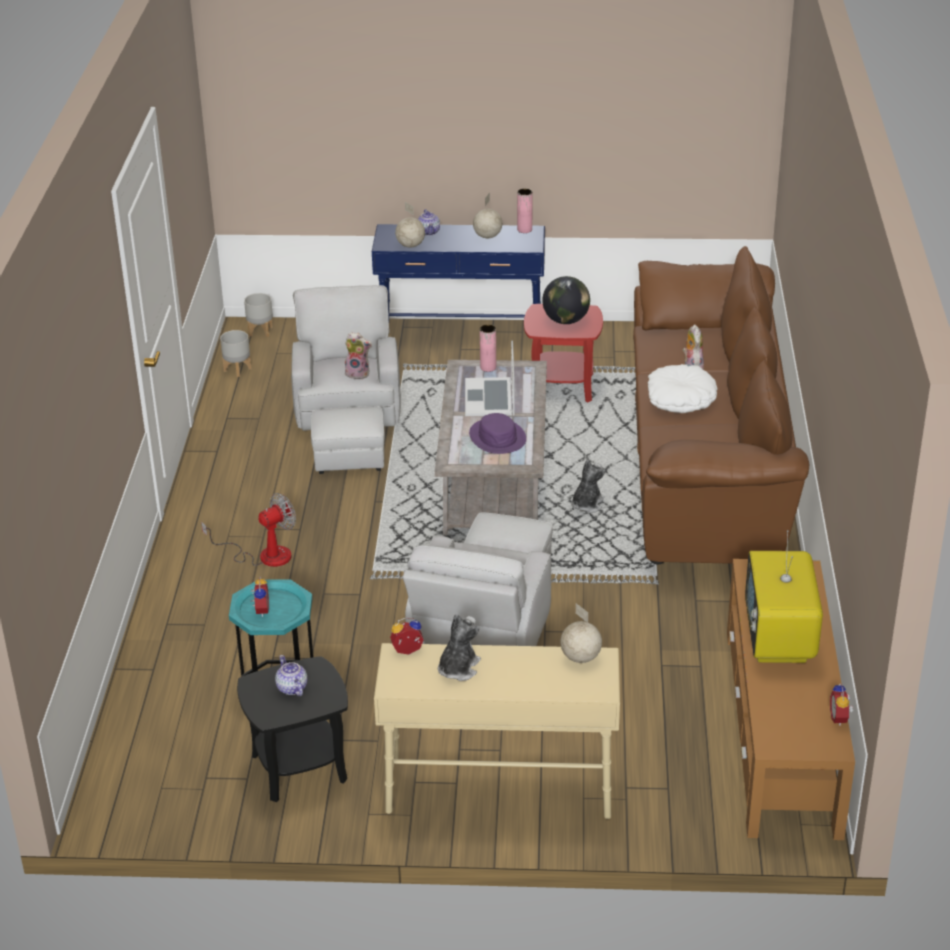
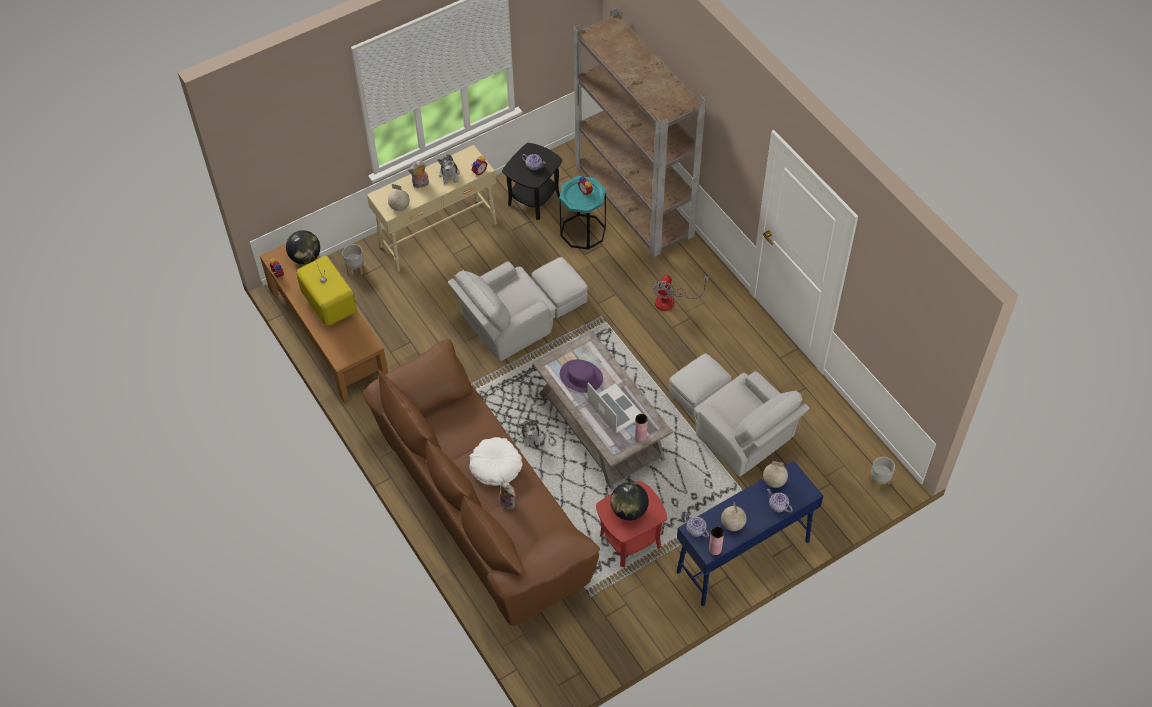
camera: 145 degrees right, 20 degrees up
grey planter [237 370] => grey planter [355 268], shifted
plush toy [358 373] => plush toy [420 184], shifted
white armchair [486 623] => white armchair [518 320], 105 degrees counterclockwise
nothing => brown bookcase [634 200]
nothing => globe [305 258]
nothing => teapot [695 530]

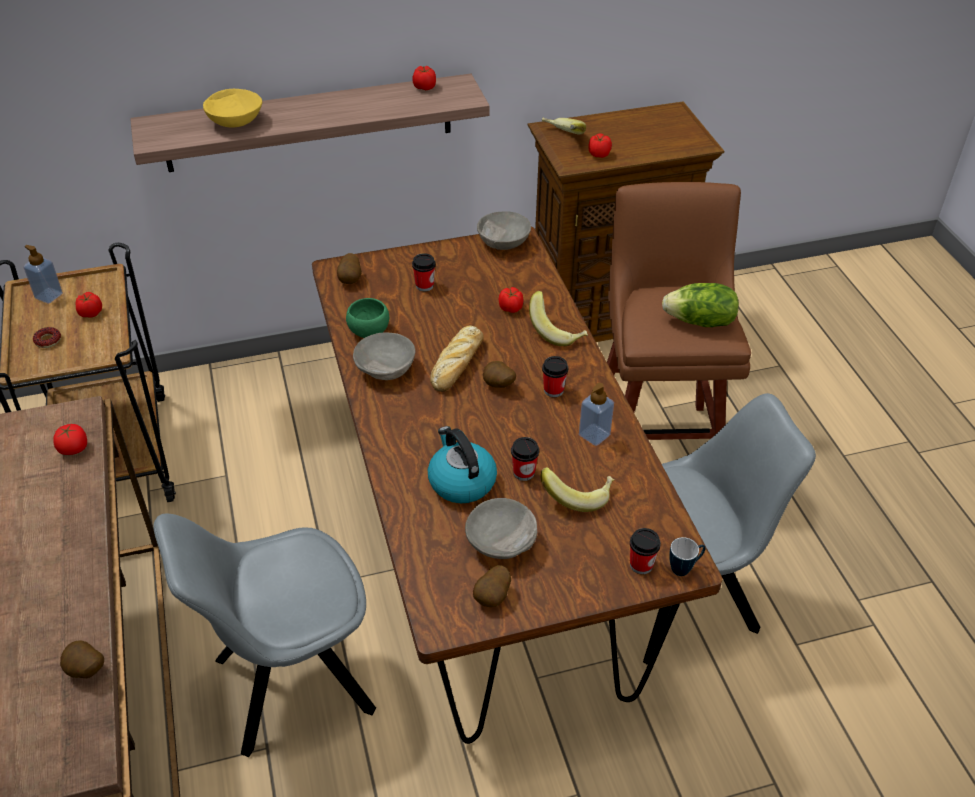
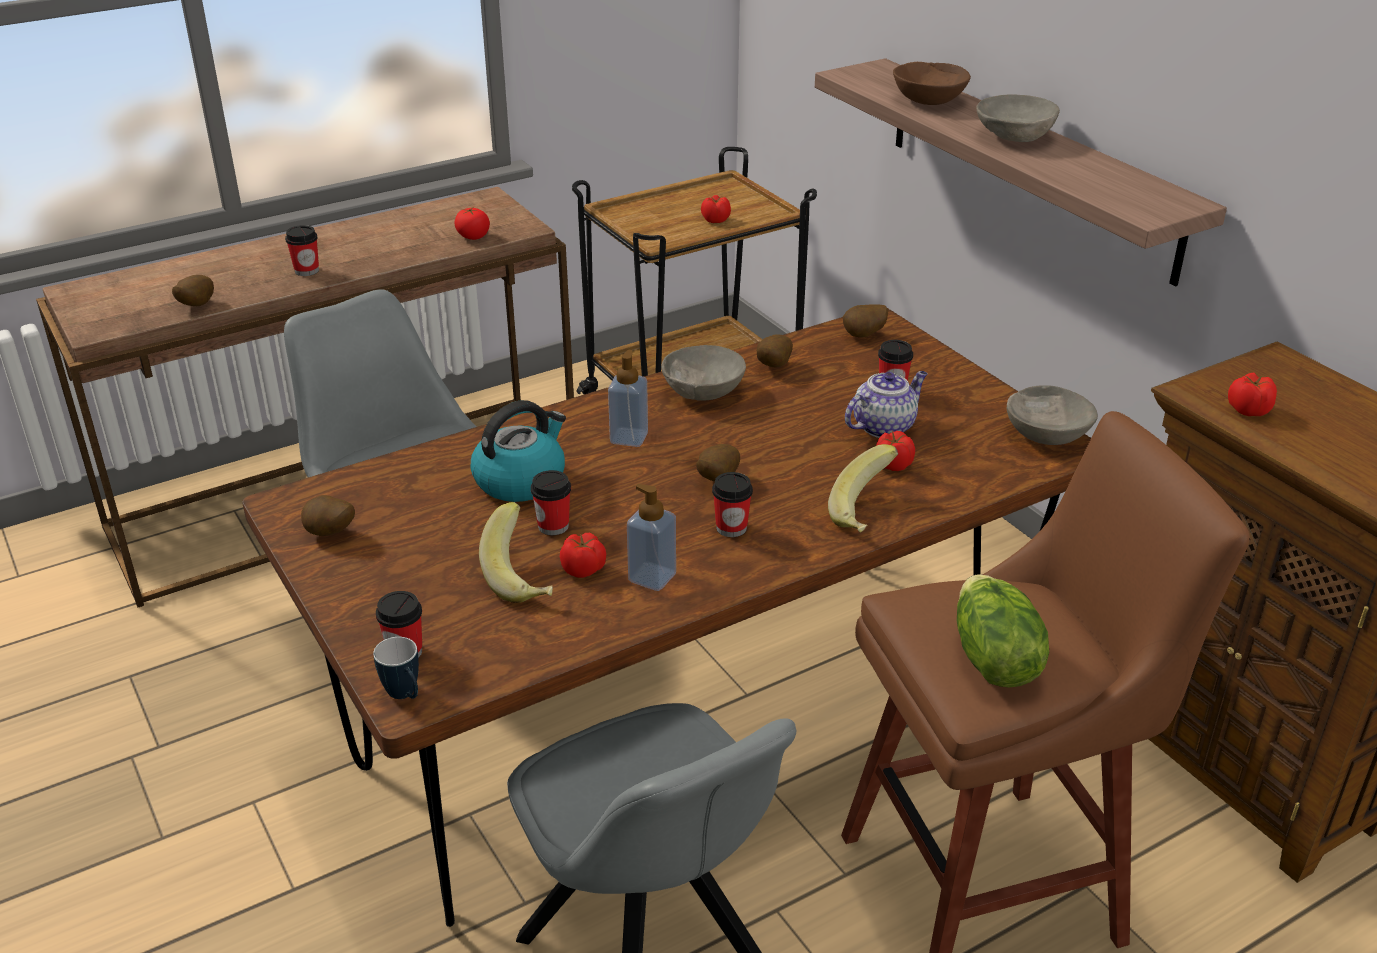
camera: 75 degrees right, 10 degrees down
tomato [425 87] => tomato [584 569], shifted
yellow bowl [235 122] => brown bowl [927 101]
banana [561 137] => nothing
soap dispenser [49 296] => soap dispenser [629 438], shifted
green bowl [368 330] => potato [772 367]
bread [457 364] => nothing
donut [48 340] => nothing
grey bowl [501 542] => grey bowl [1015 137], shifted
nothing => cup [306 270]
nothing => teapot [884 426]

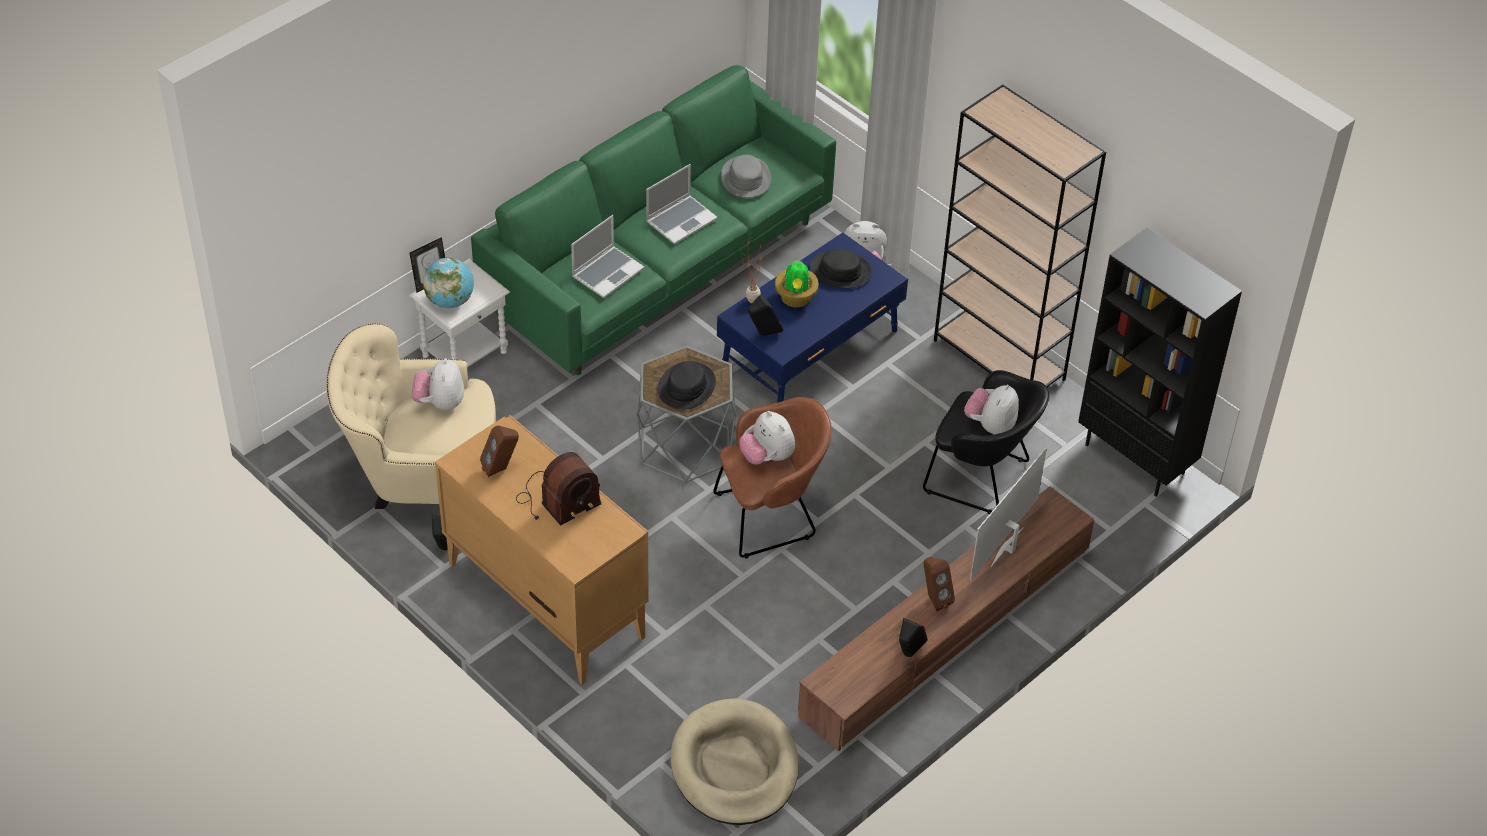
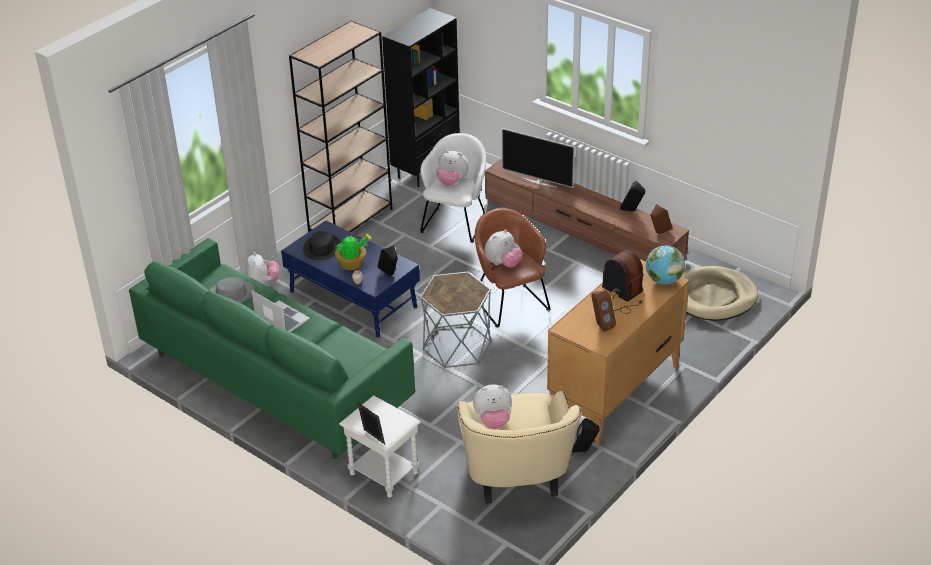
camera: 95 degrees left, 10 degrees down
laptop [607 272] => nothing
globe [450 301] => globe [663 280], shifted
black hat [686 387] => nothing
black armchair [981 478] => white armchair [455 222]
brown speaker [934 598] => brown speaker [658 233], shifted

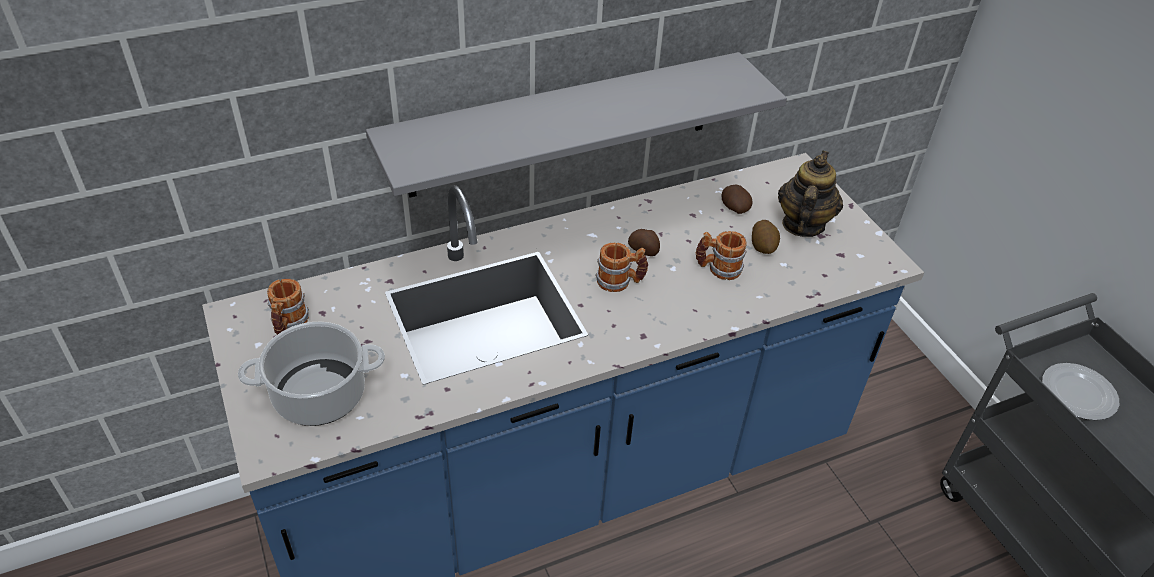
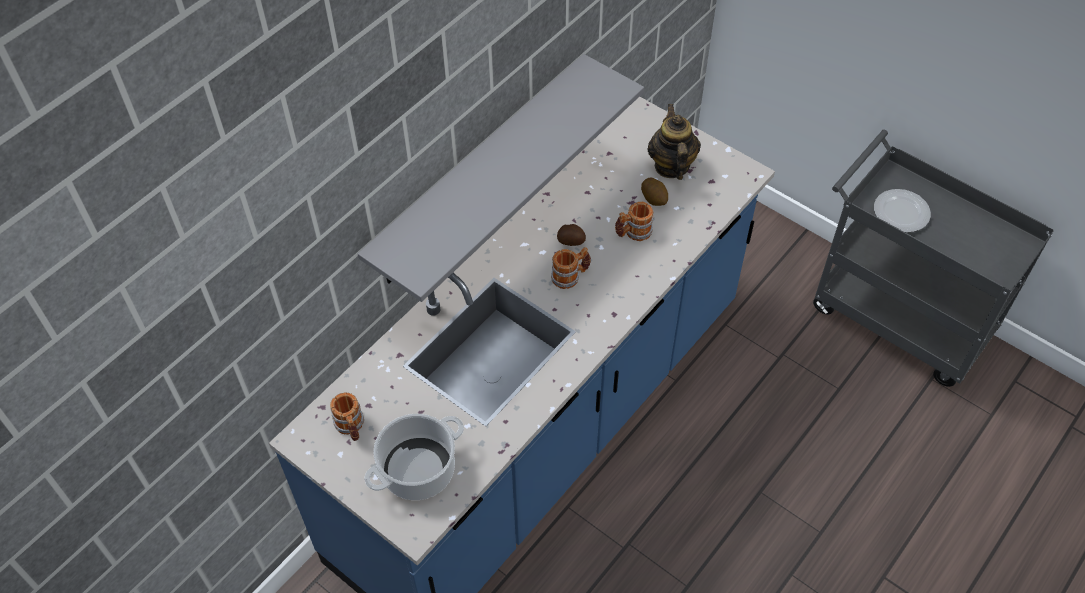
camera: 25 degrees left, 10 degrees up
potato [734 208] => nothing

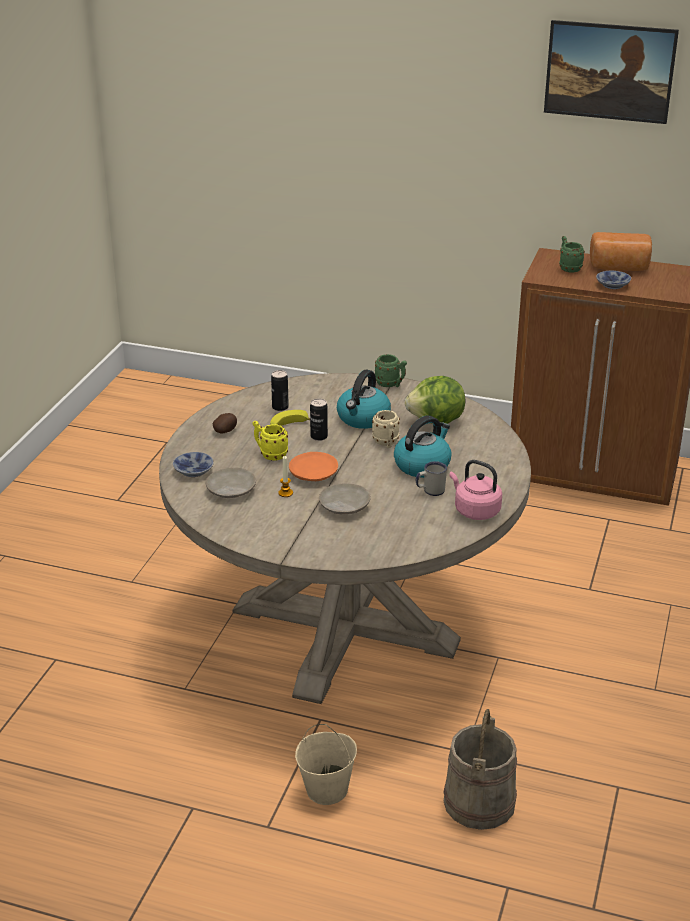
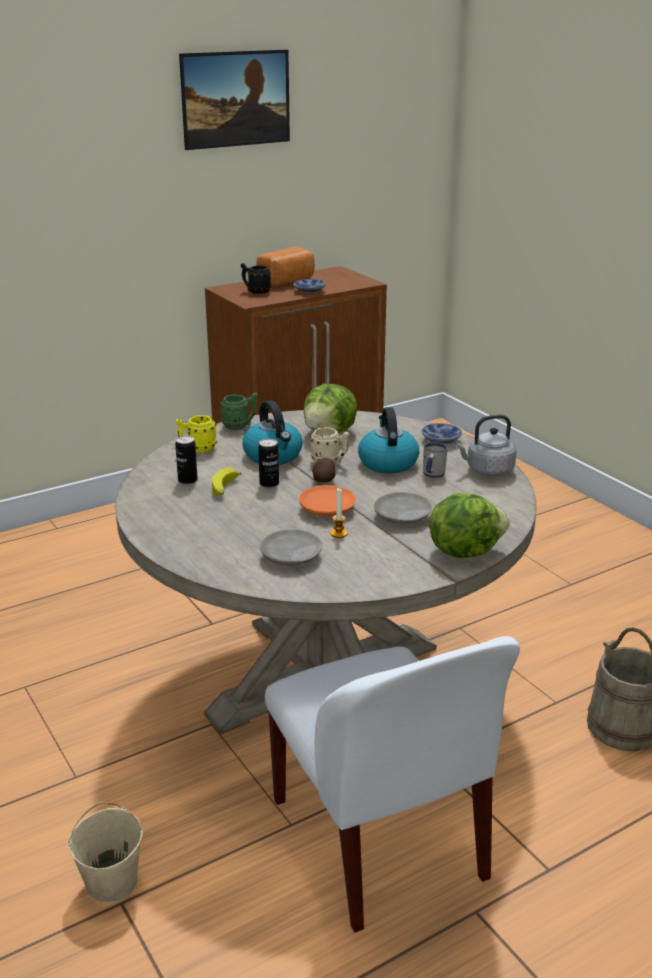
camera: 50 degrees left, 5 degrees down
green mug [568 268] => black mug [255 291]
potato [225 431] => potato [324 480], shifted
yellow mug [270 454] => yellow mug [197 449], shifted
bowl [192 471] => bowl [442 441], shifted
pink kettle [475 510] => grey kettle [487 470]
beige bucket [327 789] => beige bucket [112 882], shifted
nothing => lettuce [464 551]
nothing => white chair [380 842]

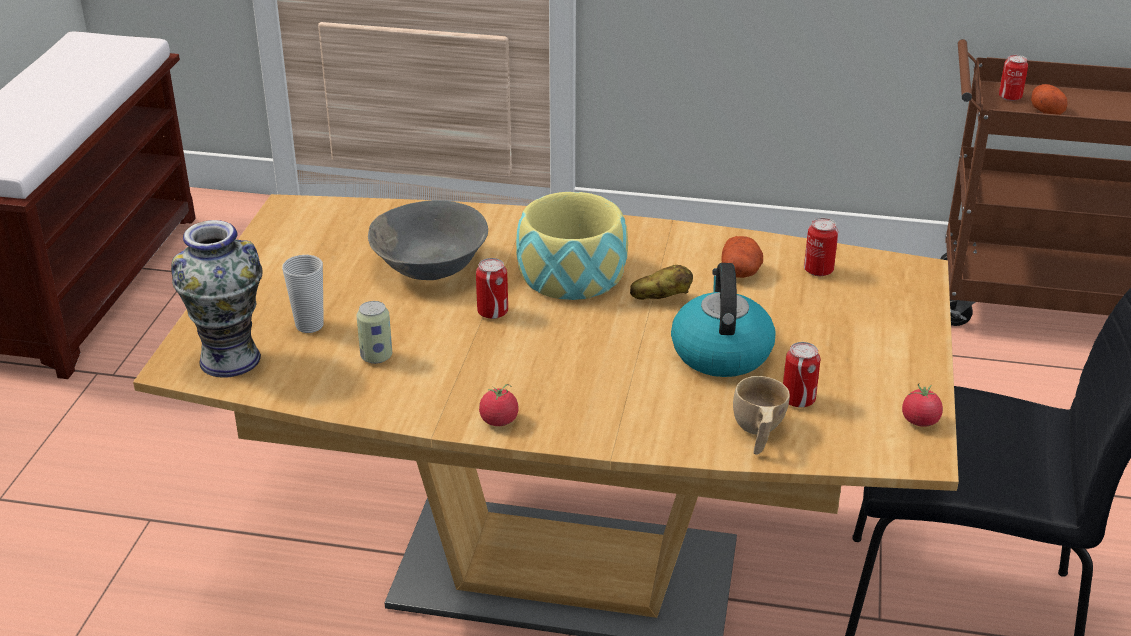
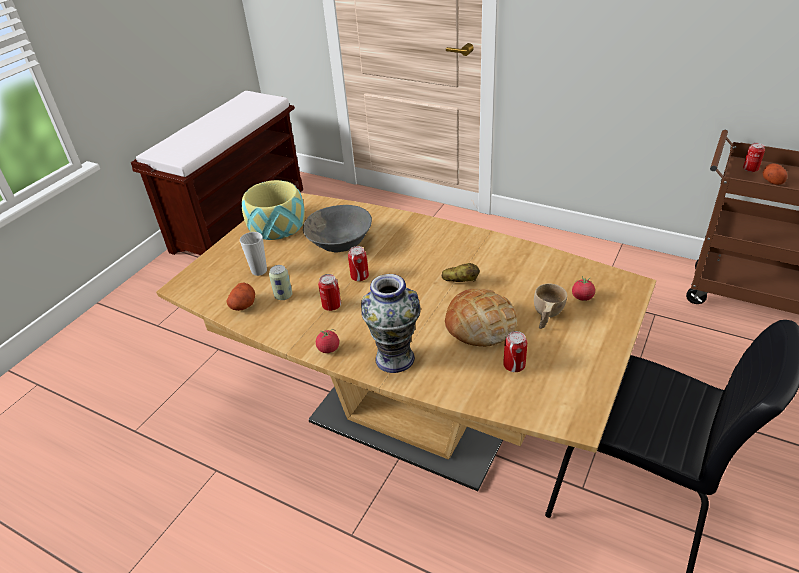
camera: 20 degrees right, 5 degrees up
bowl [571 273] => bowl [277 225], shifted
can [818 270] => can [331 306], shifted
vase [230 359] => vase [395 358], shifted
potato [741 272] => potato [243 305], shifted
kettle [720 352] => bread [480 323]
beige cup [757 433] => beige cup [546 316], shifted
tomato [920 421] => tomato [582 297], shifted

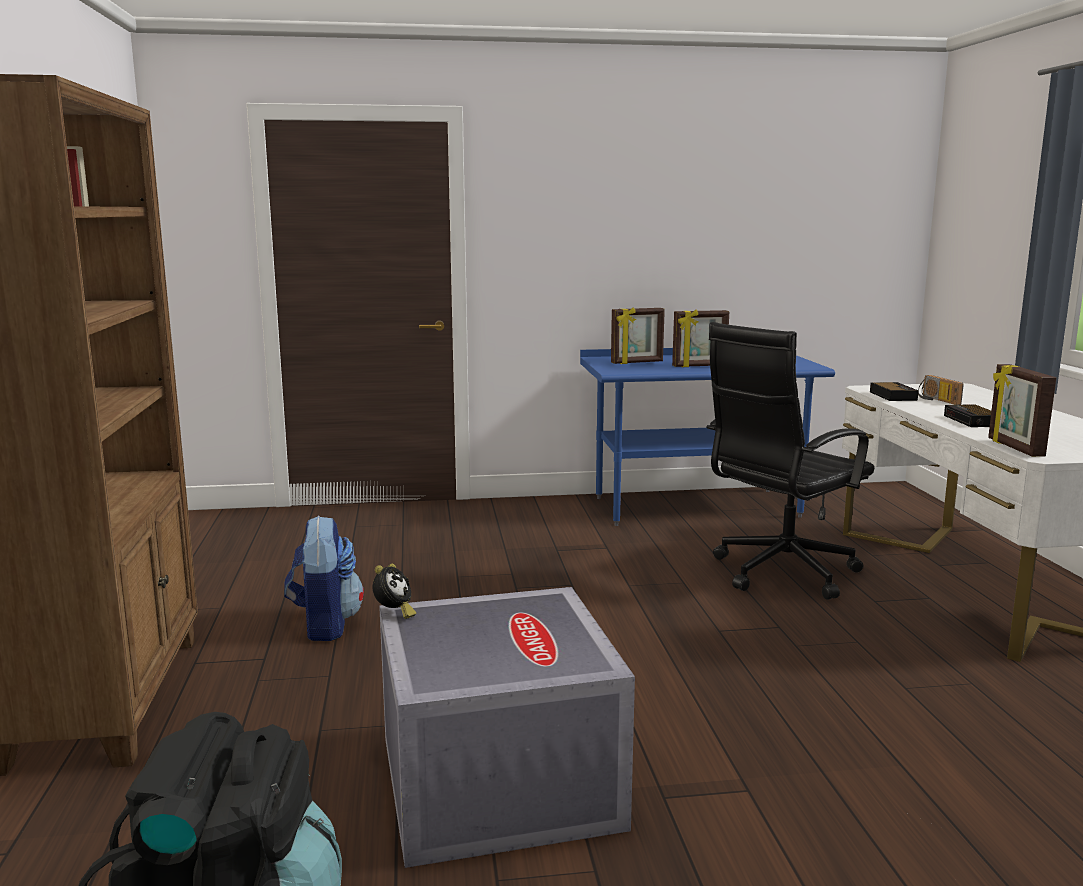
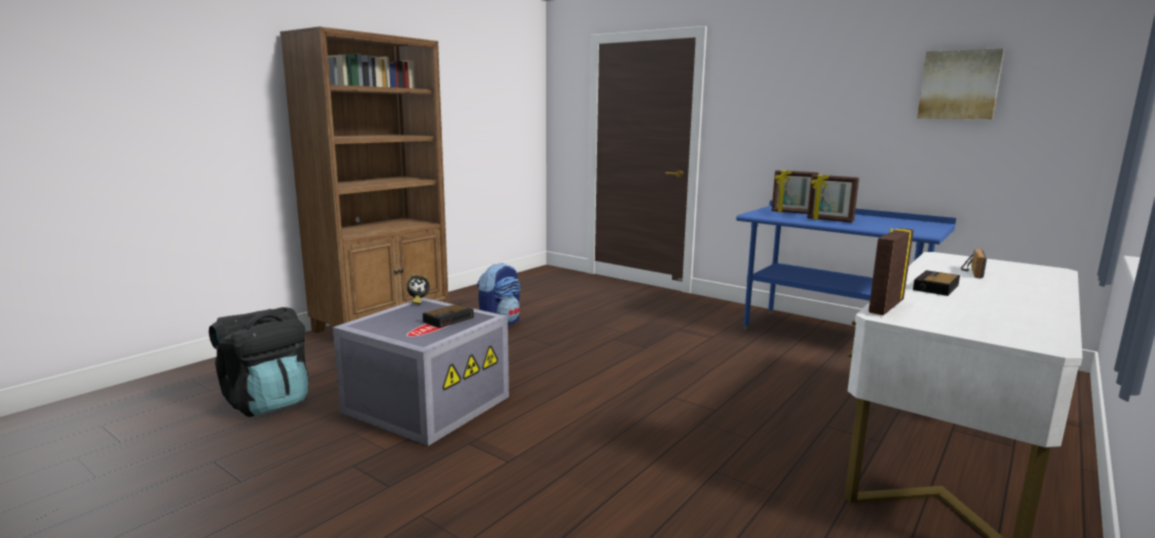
camera: 45 degrees right, 0 degrees up
black office chair [780 574] => nothing
alarm clock [892 396] => alarm clock [449 319], shifted
nothing => picture [959 85]

